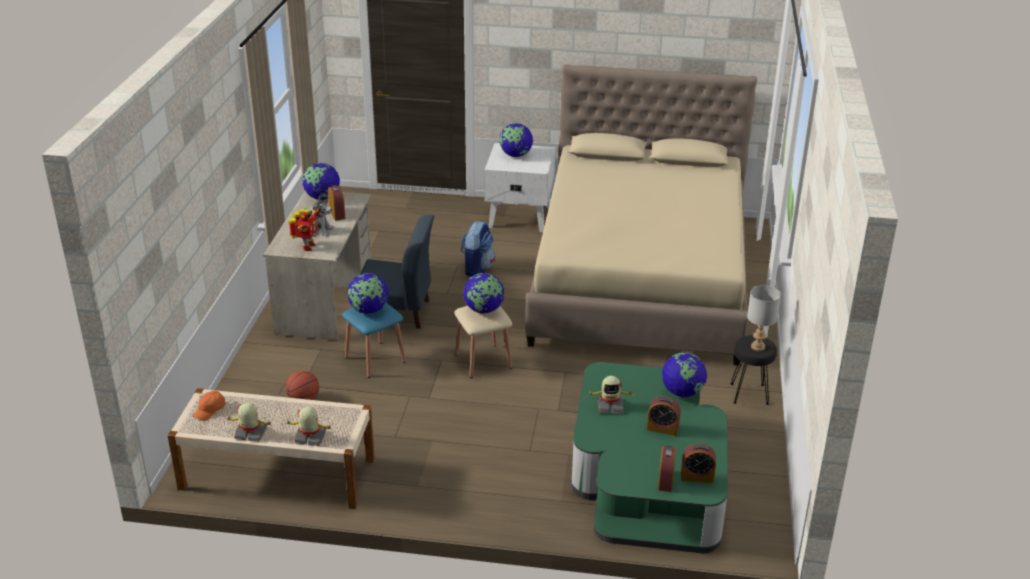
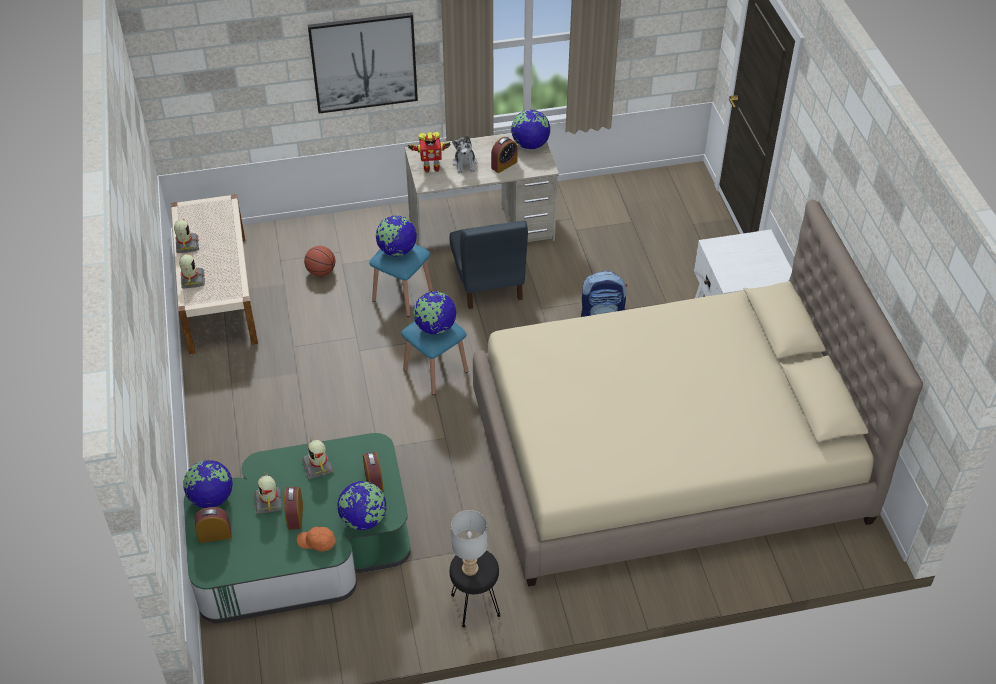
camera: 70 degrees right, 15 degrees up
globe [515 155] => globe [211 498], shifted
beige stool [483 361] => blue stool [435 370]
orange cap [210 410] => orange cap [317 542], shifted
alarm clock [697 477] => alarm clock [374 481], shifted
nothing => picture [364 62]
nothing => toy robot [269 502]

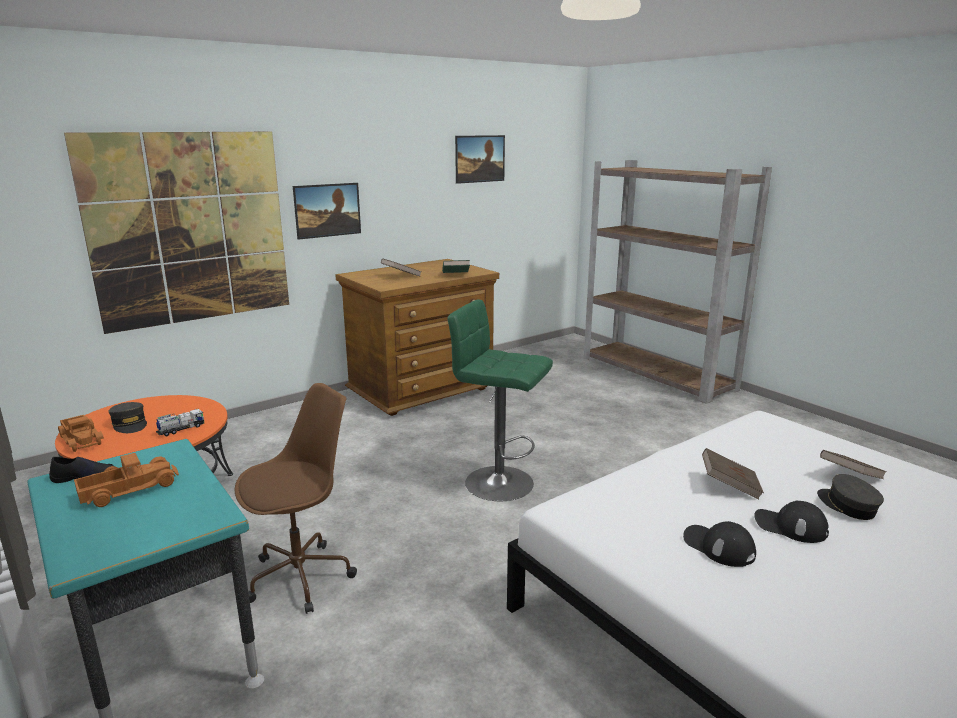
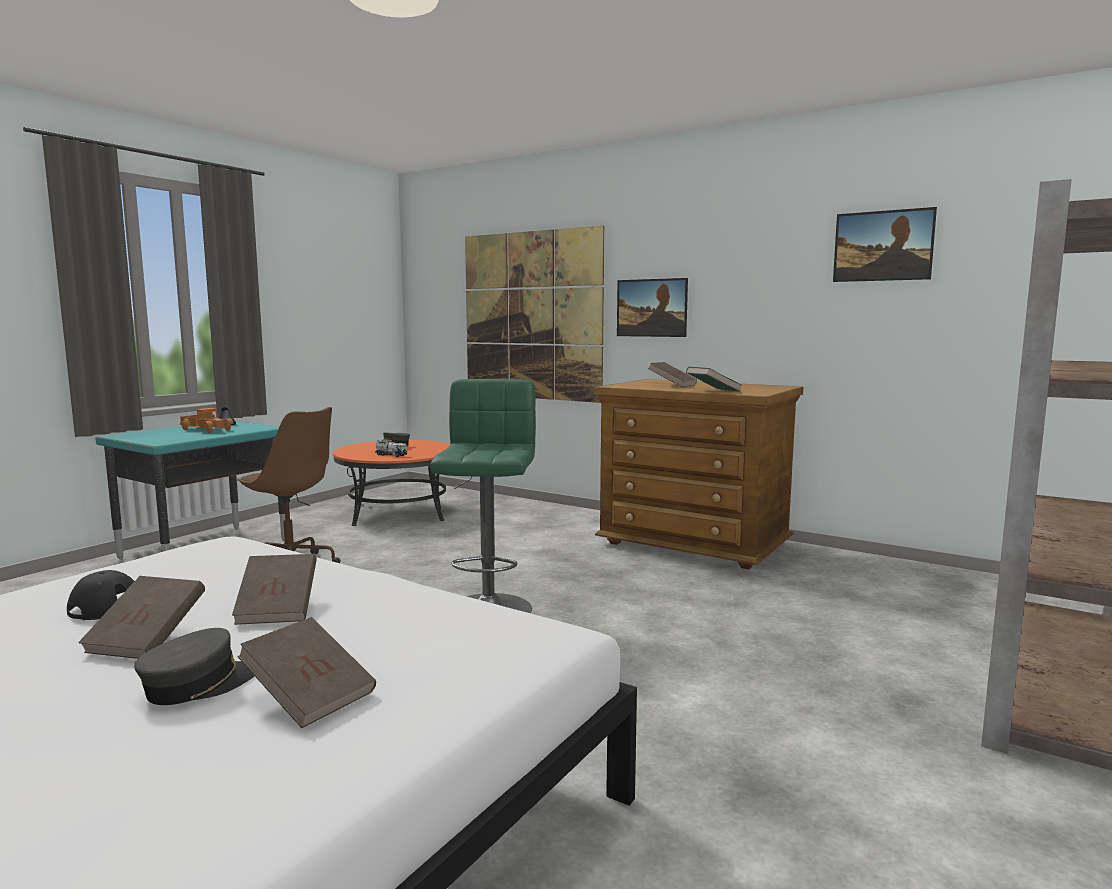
camera: 70 degrees right, 10 degrees down
toy truck [82 439] => nothing
black cap [790 526] => brown book [147 639]

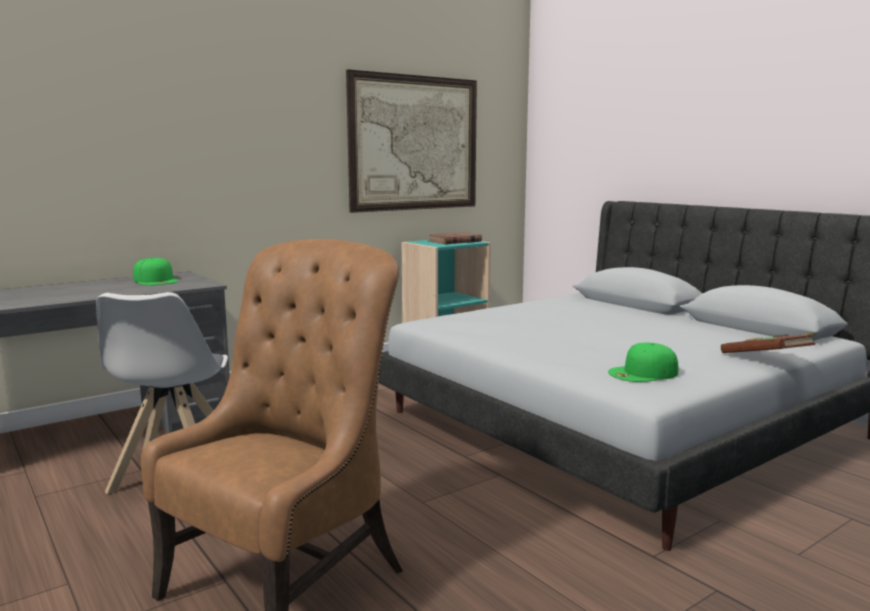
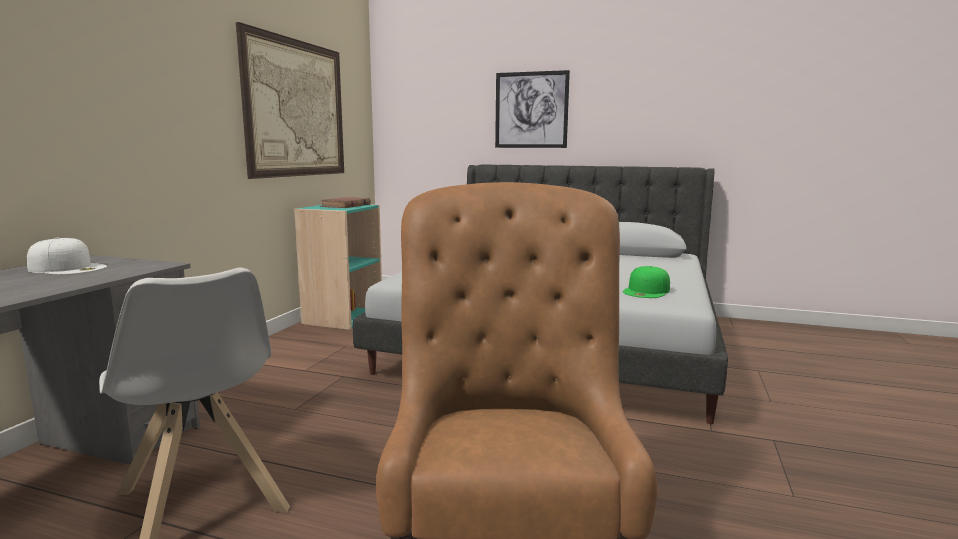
camera: 35 degrees left, 0 degrees up
green cap [156 280] => white cap [68 268]
brown book [766 359] => nothing
nothing => picture [531 110]

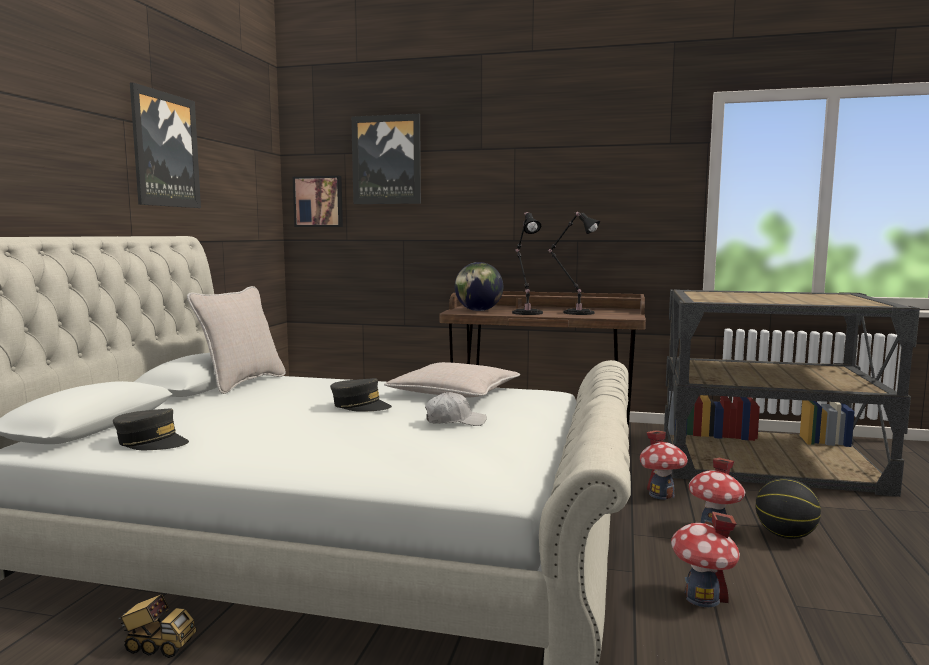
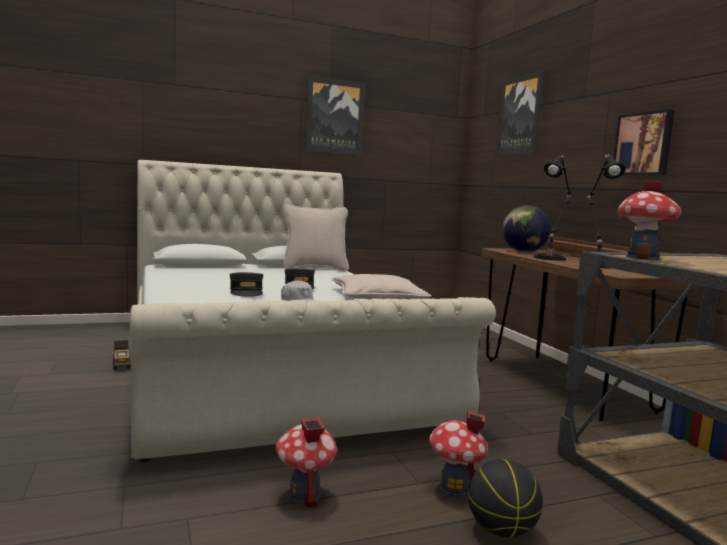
camera: 55 degrees right, 0 degrees up
picture [319 201] => picture [644 144], shifted
grey cap [151 442] => grey cap [246 292], shifted
toy house [661 494] => toy house [642 258], shifted

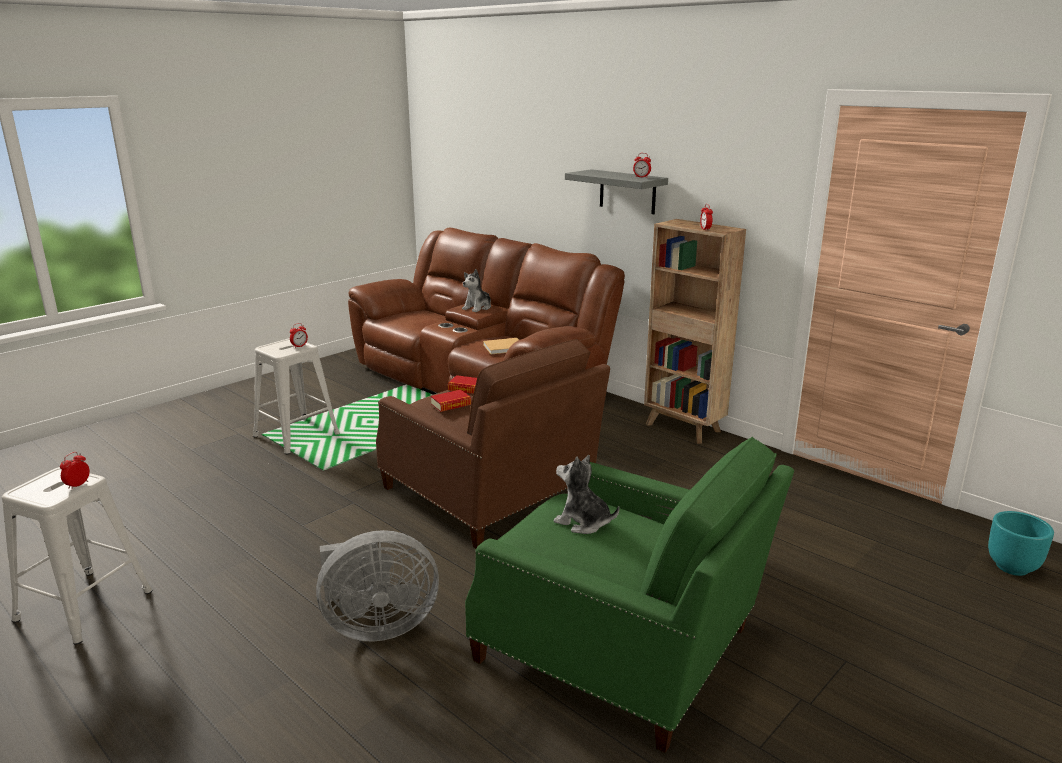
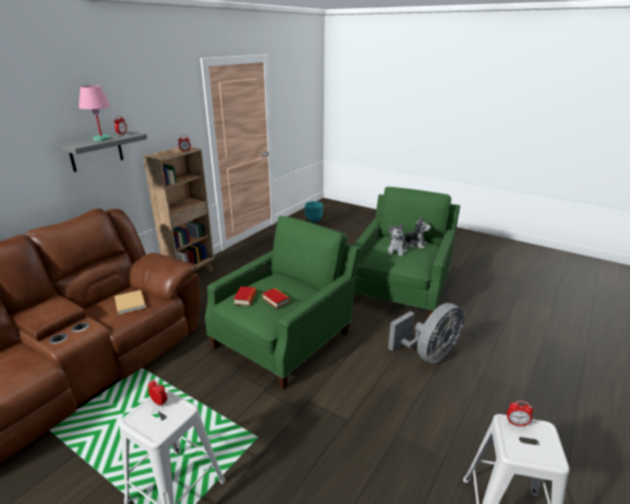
camera: 100 degrees left, 5 degrees up
plush toy [477 307] => plush toy [414 244], shifted
brown armchair [489 494] => green armchair [284 337]
grey fan [376 626] => grey fan [428 355], 75 degrees clockwise
nothing => pink table lamp [102 139]

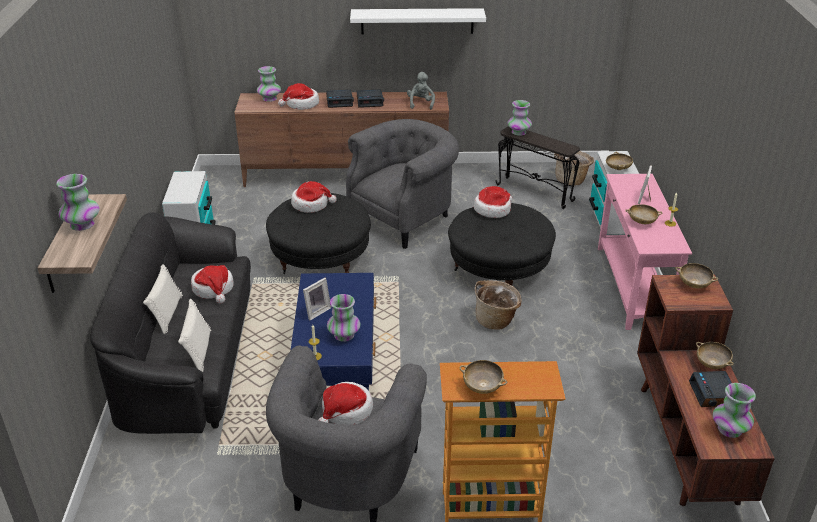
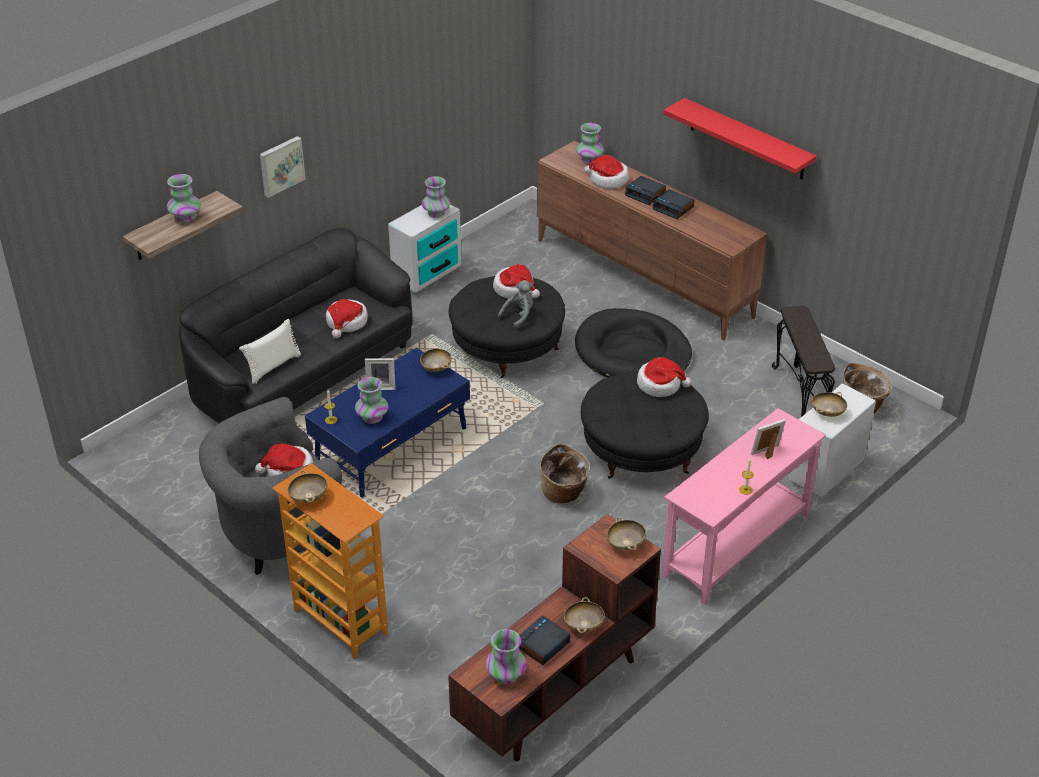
camera: 45 degrees right, 5 degrees up
white shelf [417 21] => red shelf [747 139]
grey plush toy [421 103] => grey plush toy [519 315], shifted
vase [519 132] => vase [436 213], shifted
grey armchair [405 218] => black dog bed [632 352]
beige bowl [642 222] => beige bowl [436 368], shifted
white pillow [167 314] => nothing
nothing => picture [281 165]

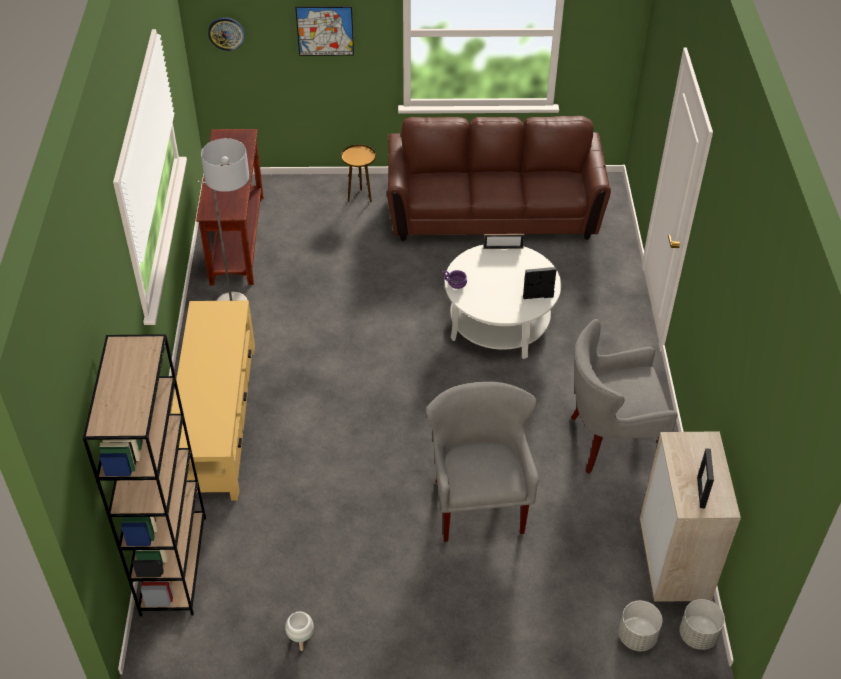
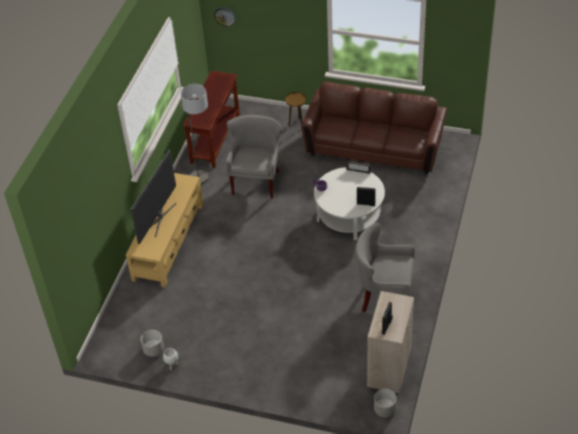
camera: 20 degrees right, 0 degrees up
picture [325 31] => nothing
beige bookcase [173 564] => nothing
grey armchair [478 504] => grey armchair [257 182], shifted
grey planter [637 637] => grey planter [153 350], shifted
nothing => television [159 218]

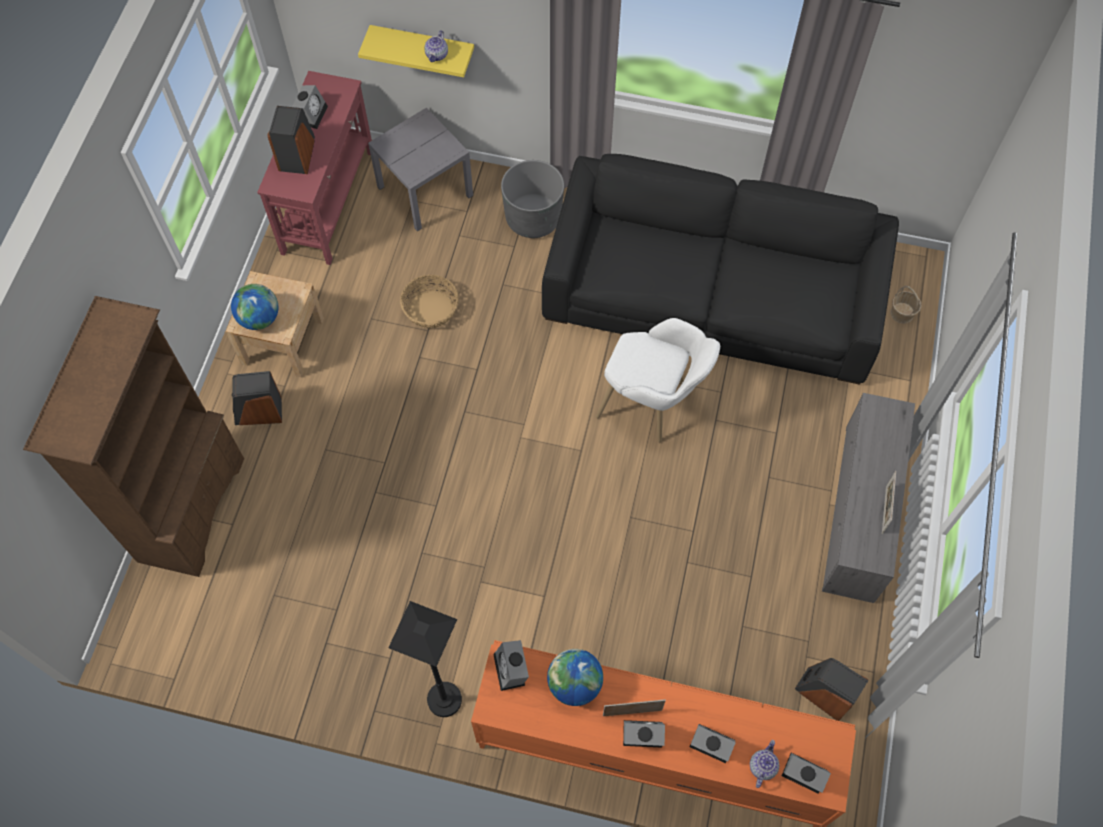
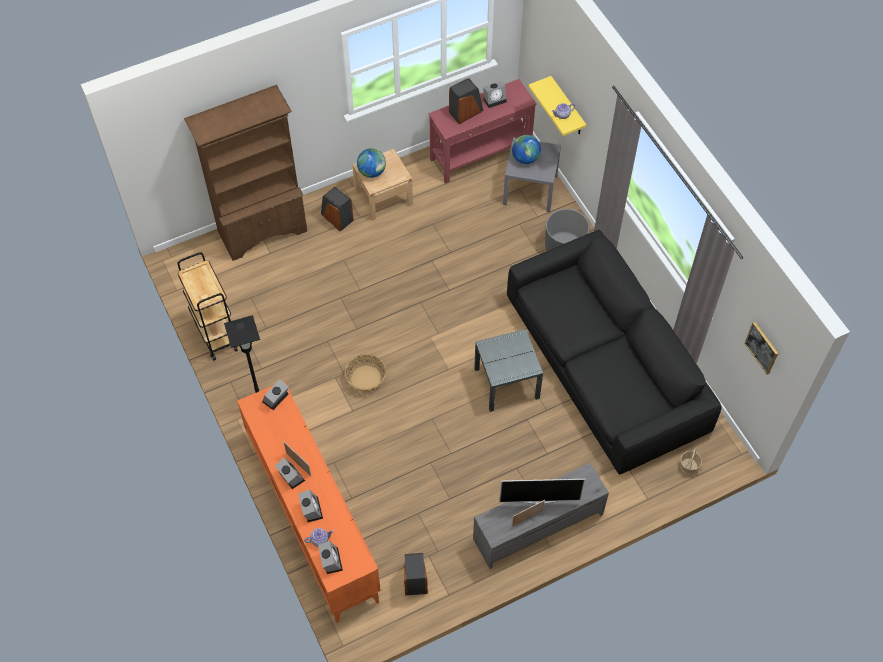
camera: 50 degrees right, 5 degrees down
basket [431 309] => basket [366 378], shifted
white armchair [653 406] => grey side table [506 383]
globe [574 684] => globe [525 158], shifted
nothing => brown cart [215 336]
nothing => picture [762 347]
nothing => television [539 500]

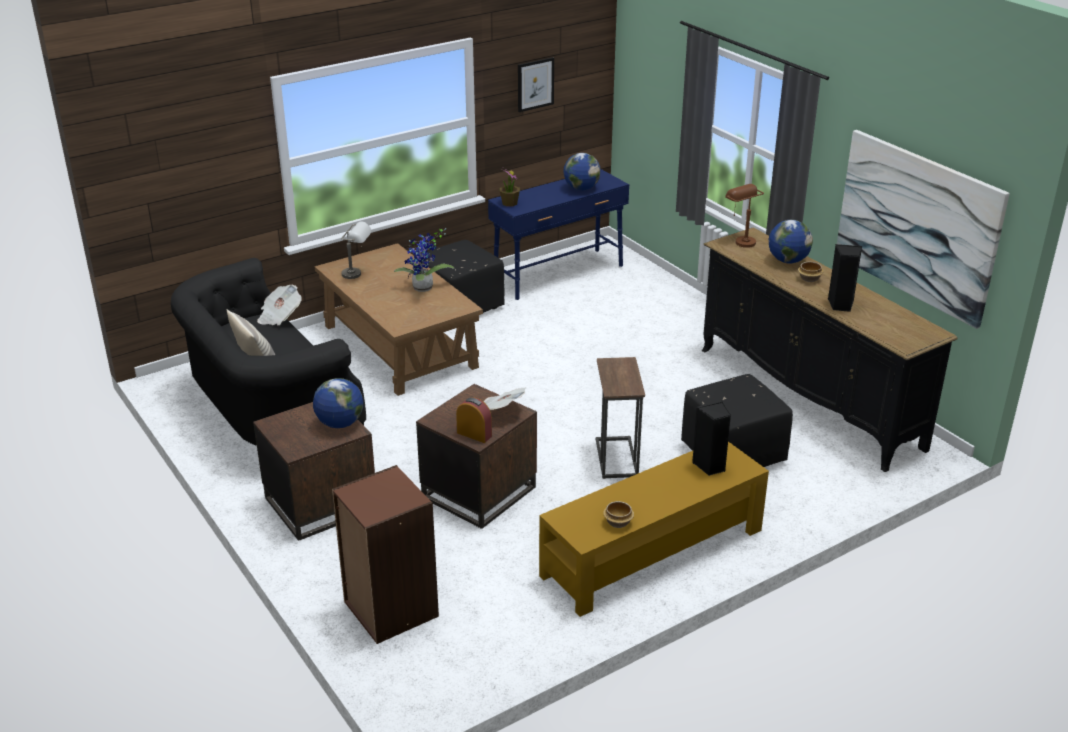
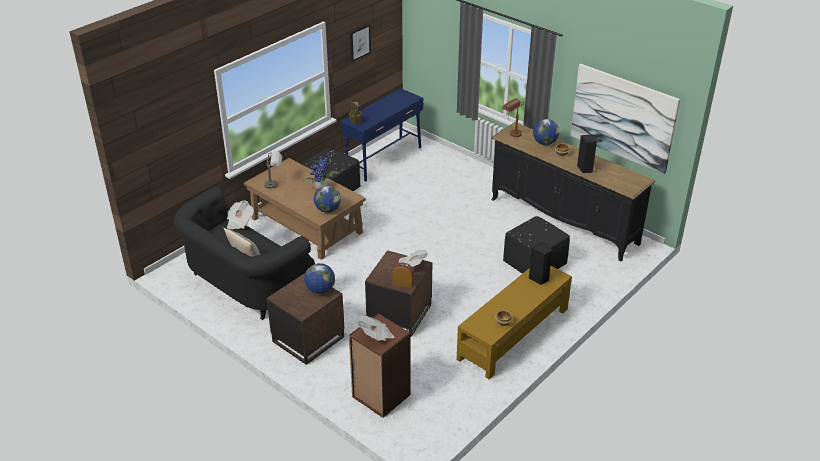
camera: 15 degrees left, 5 degrees up
globe [581 189] => globe [328 210], shifted
brown side table [617 458] => nothing
nothing => newspaper [376 336]

